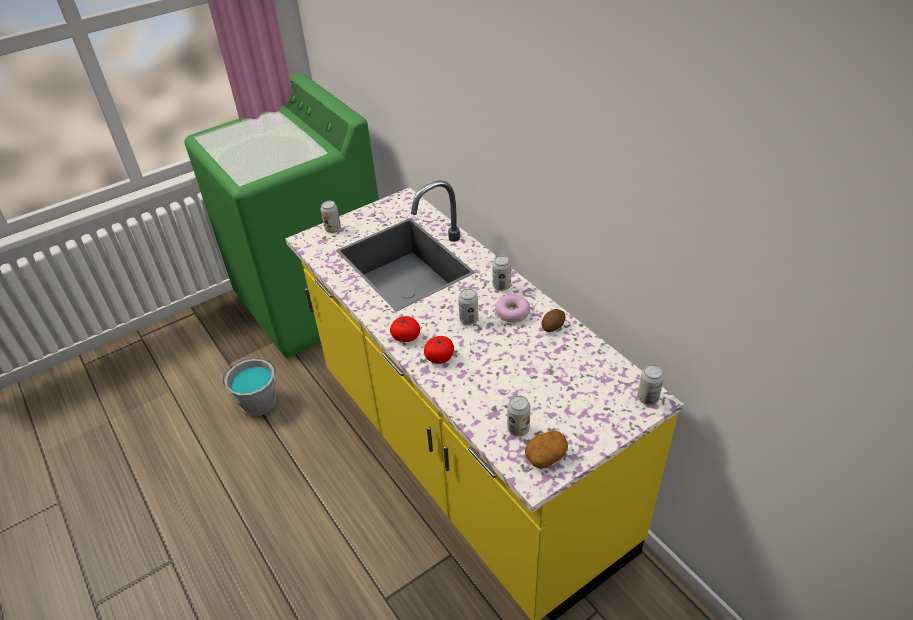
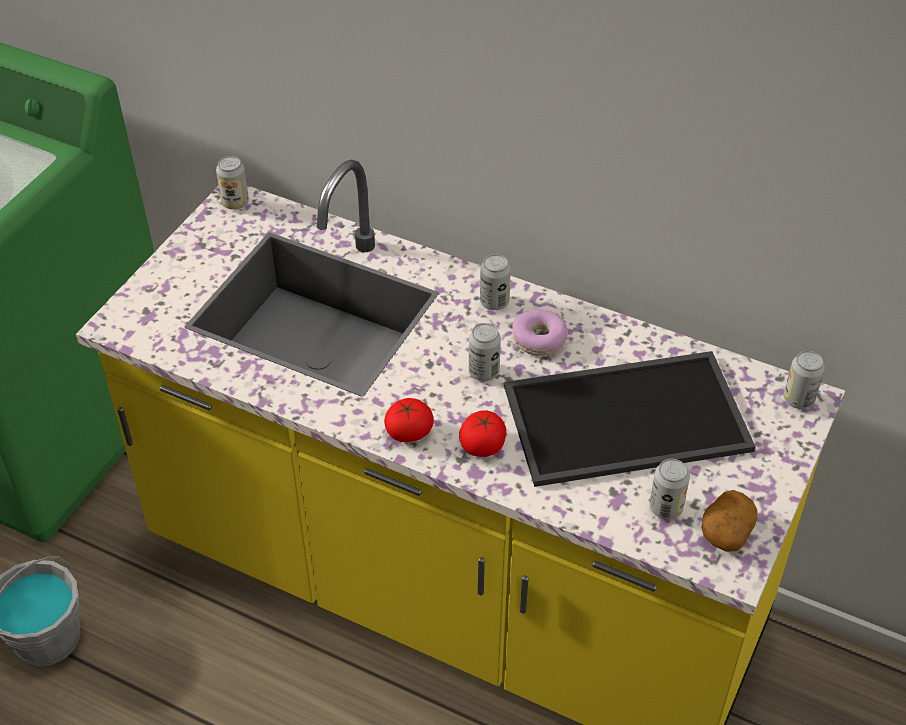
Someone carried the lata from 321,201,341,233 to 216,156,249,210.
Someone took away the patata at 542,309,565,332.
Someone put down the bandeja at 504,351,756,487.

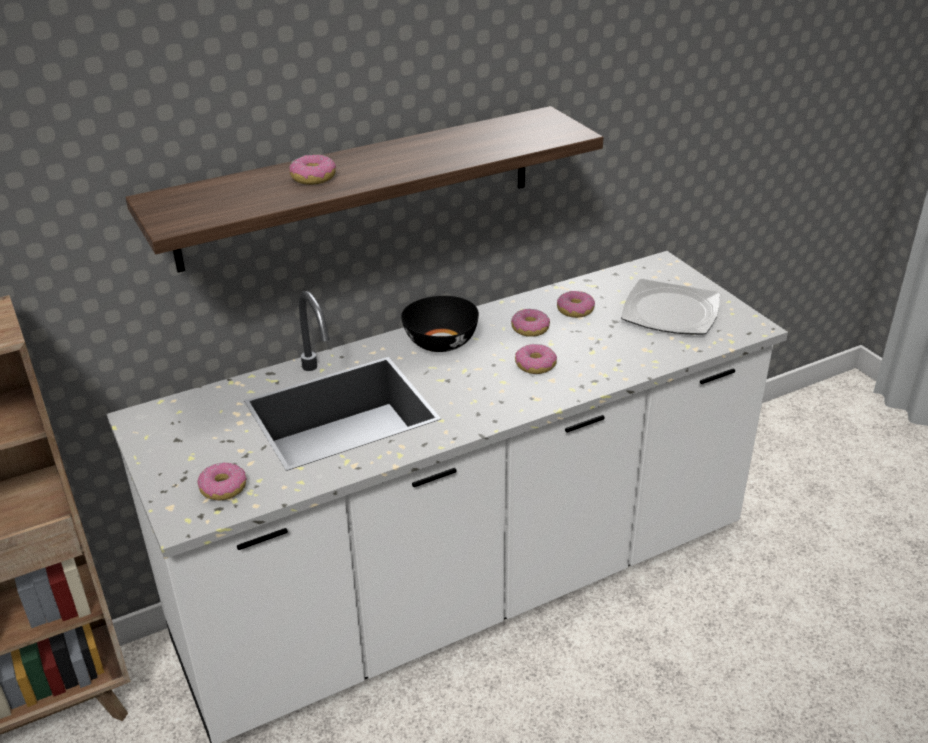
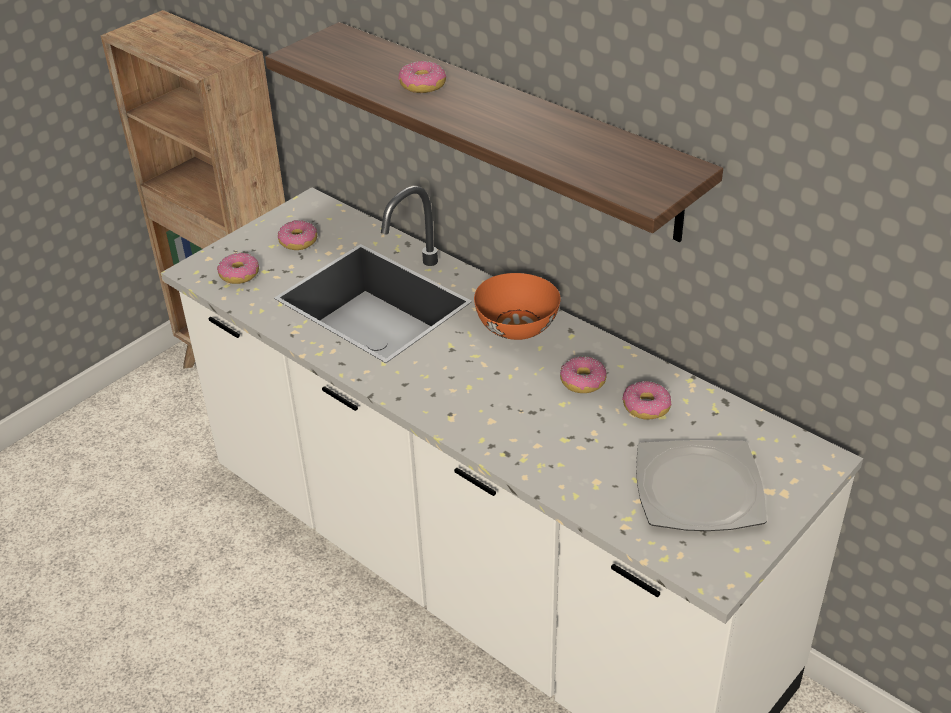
Someone repainted the cuenco [negro] at 401,296,479,352, which became the cuenco [naranja] at 474,273,561,340.
Someone carried the rosquilla from 515,344,557,374 to 278,220,317,250.

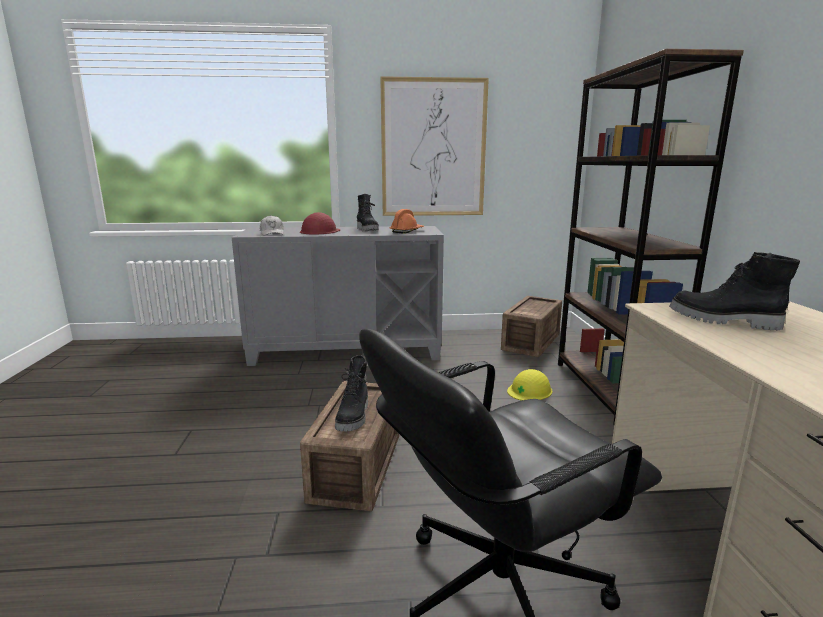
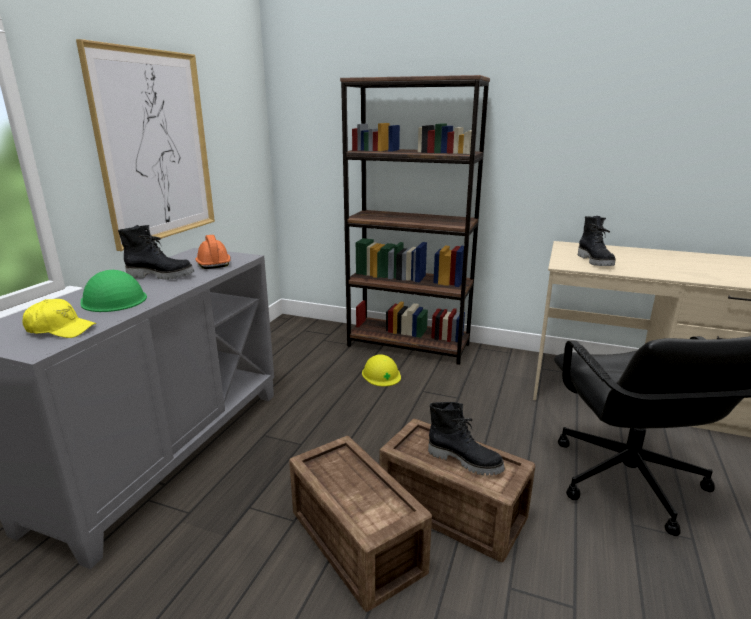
Someone repainted the gorra [blanco] at 260,215,284,236, which became the gorra [amarillo] at 22,299,96,338.
Someone repainted the casco [rojo] at 300,212,340,234, which became the casco [verde] at 81,270,147,312.
Someone carried the caja de embalaje from 501,296,562,357 to 289,436,432,612.
Someone rotated the bota [negro] at 669,252,800,330 by 60 degrees counterclockwise.

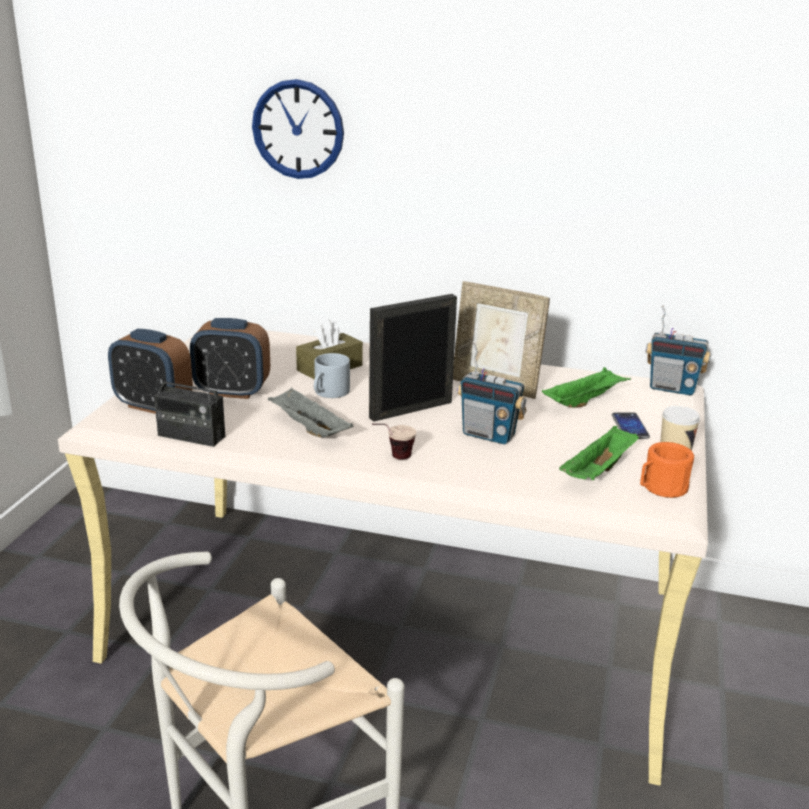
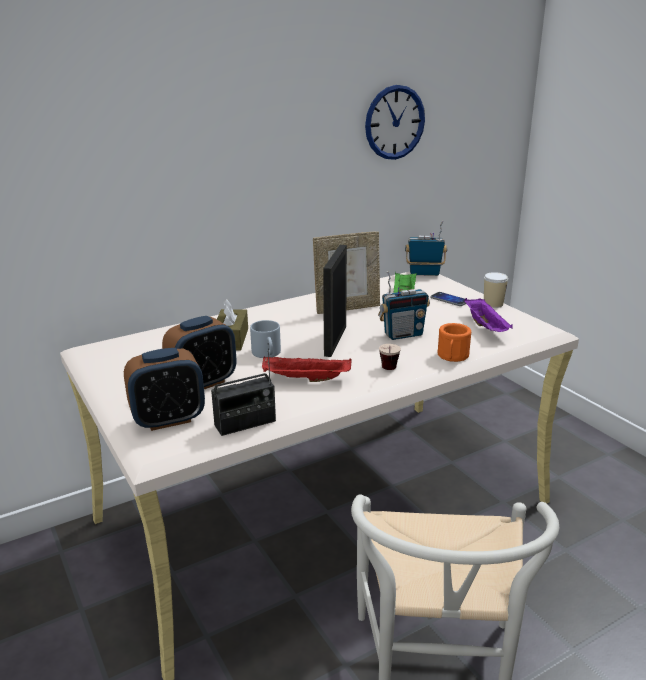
Someone carried the reloj de pared from 252,79,344,179 to 365,85,425,160.
Someone repainted the bandeja [gris] at 268,388,353,438, which became the bandeja [rojo] at 262,356,351,382.
Someone repainted the bandeja [verde] at 559,426,639,480, which became the bandeja [morado] at 464,298,513,332.
Someone carried the taza grande [naranja] from 640,442,694,498 to 438,323,471,362.
Someone rotated the radio at 646,305,711,395 by 150 degrees counterclockwise.

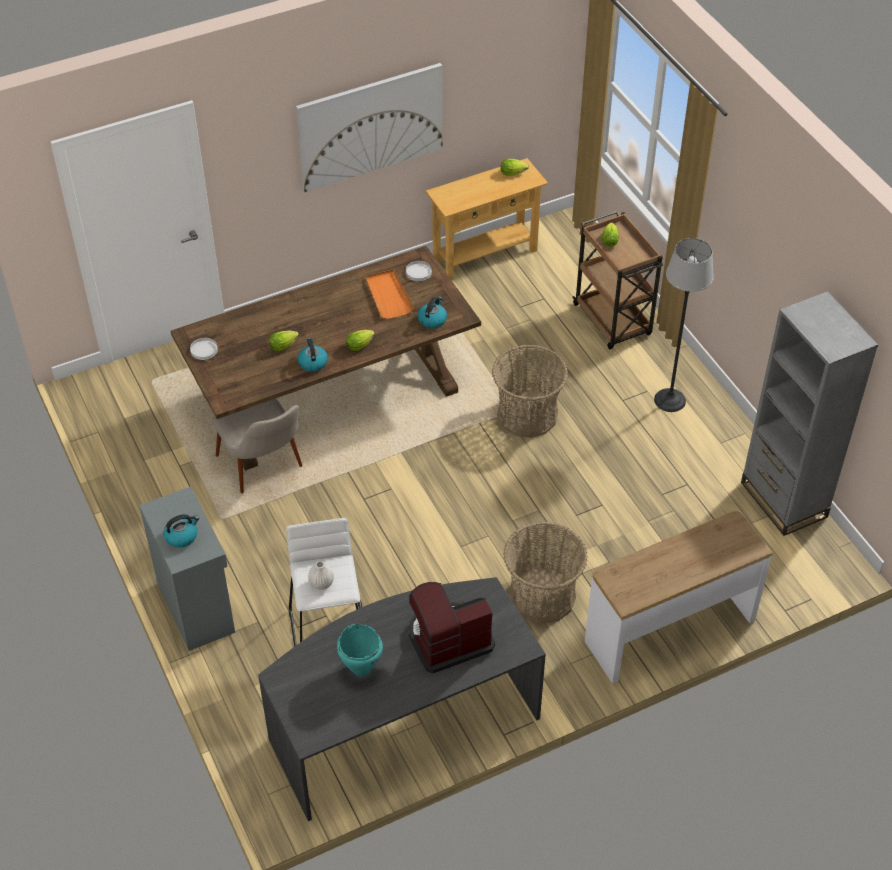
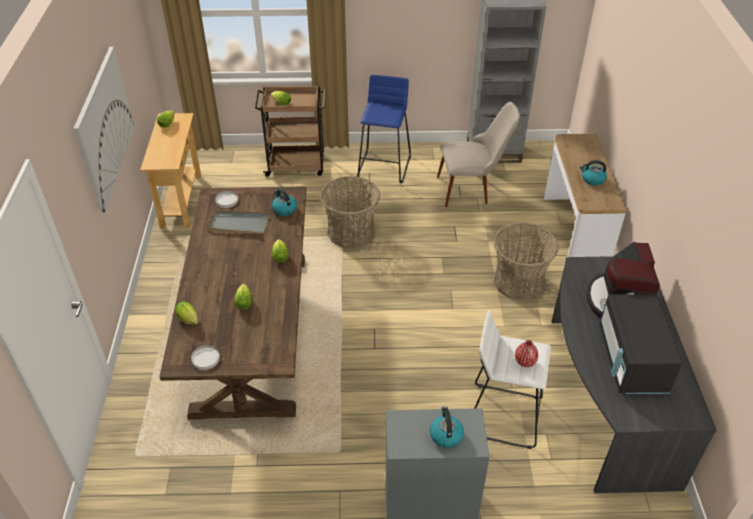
Someone carried the silla [beis] from 212,399,302,493 to 437,102,520,207.
Someone carried the hervidor from 298,338,328,372 to 580,160,607,185.
Someone repainted the florero [blanco] at 308,561,334,590, which became the florero [rojo] at 515,340,538,367.
Someone swapped the olla [turquesa] at 337,624,383,677 for the microondas [negro] at 599,294,682,394.
Someone repainted the bandeja [naranja] at 365,269,414,319, which became the bandeja [gris] at 208,210,269,234.
Someone swapped the lámpara de pie at 654,238,714,412 for the taburete [azul] at 357,75,411,183.
Someone put down the lechuga at 175,302,198,325.

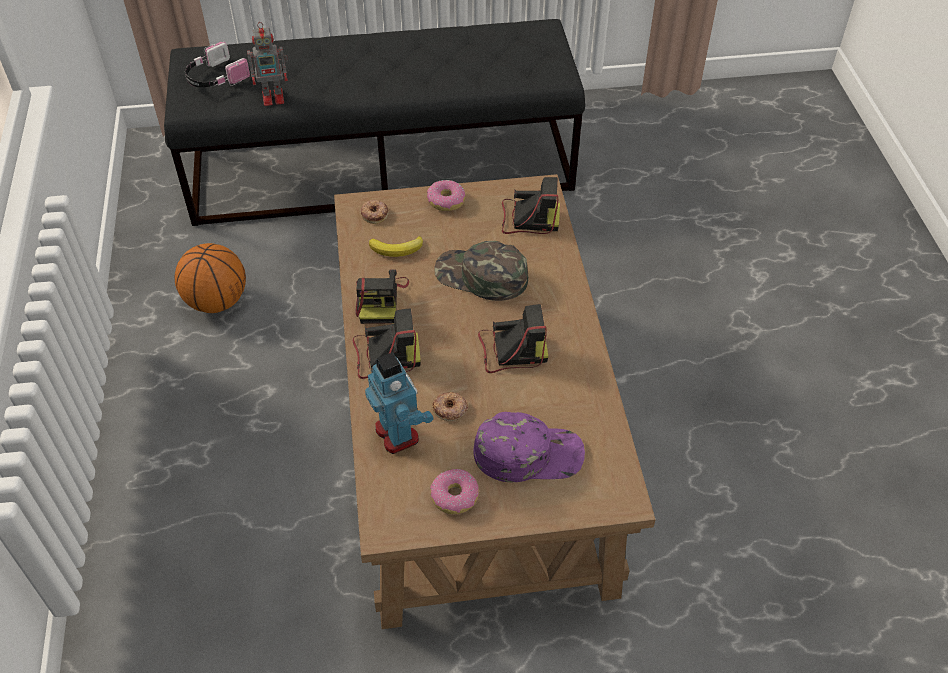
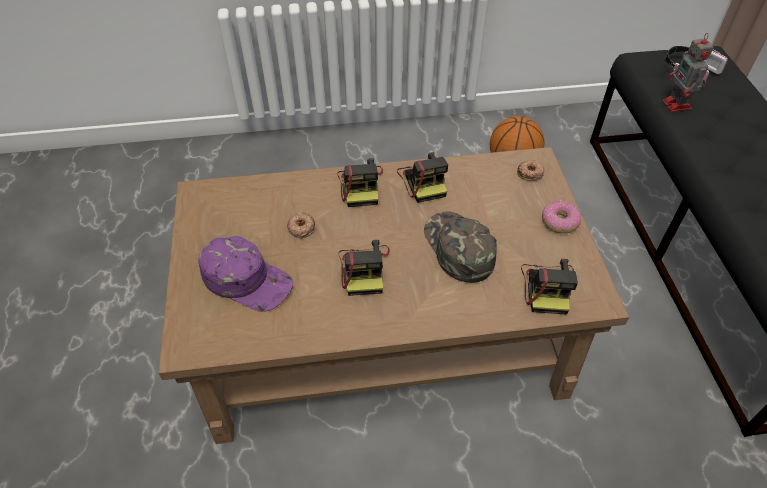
Someone rotated the cámara at 355,269,409,324 by 105 degrees counterclockwise.
Someone took away the robot de juguete at 365,352,434,454.
Someone took away the plátano at 369,236,423,257.
Someone took away the rosquilla at 430,469,479,514.
Someone rotated the gorra [verde] at 434,241,528,301 by 45 degrees counterclockwise.
Someone rotated the gorra [morado] at 474,412,585,482 by 60 degrees counterclockwise.

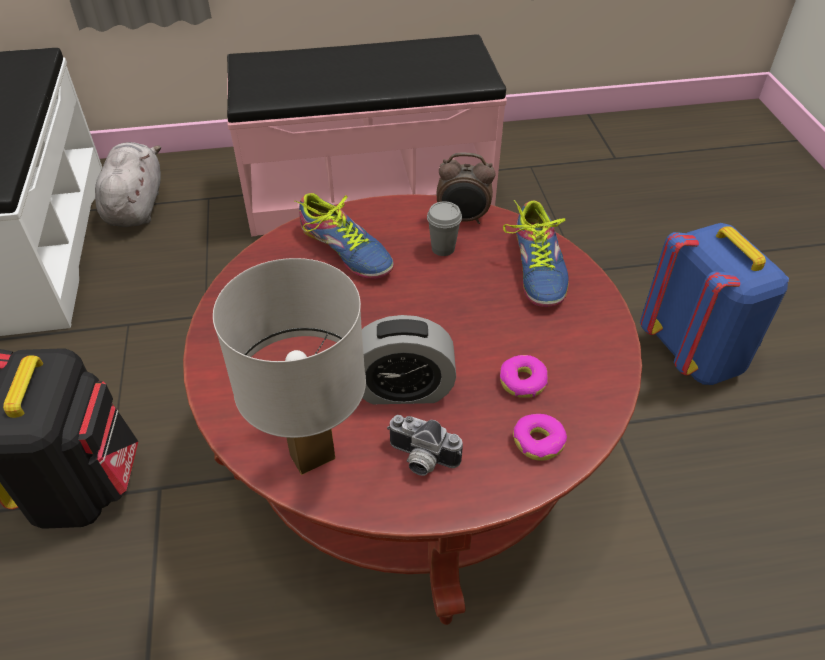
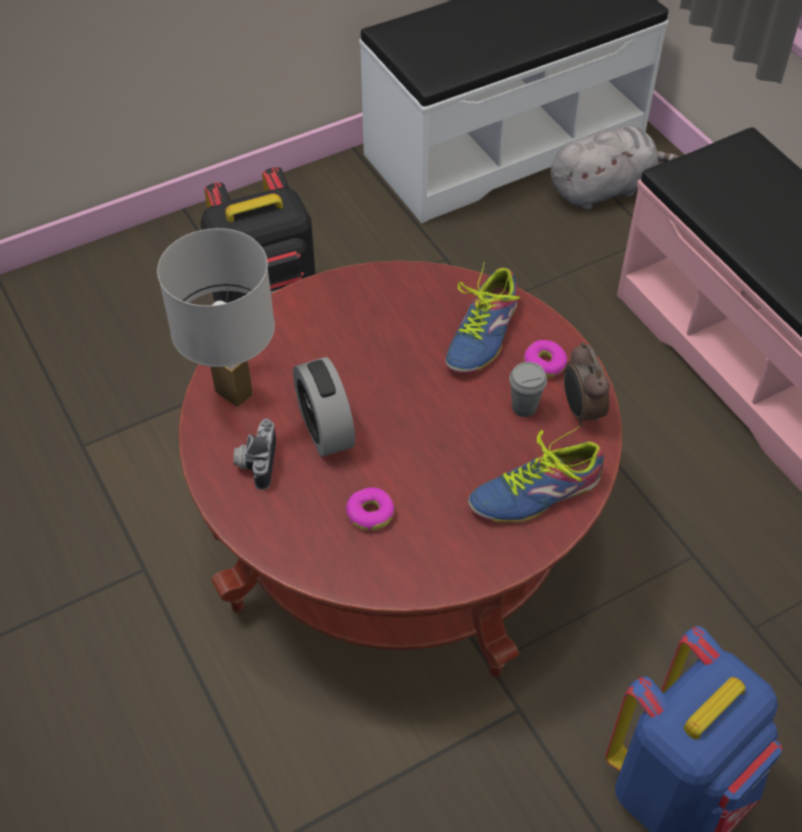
Someone carried the rosquilla from 513,414,567,461 to 524,340,567,378.

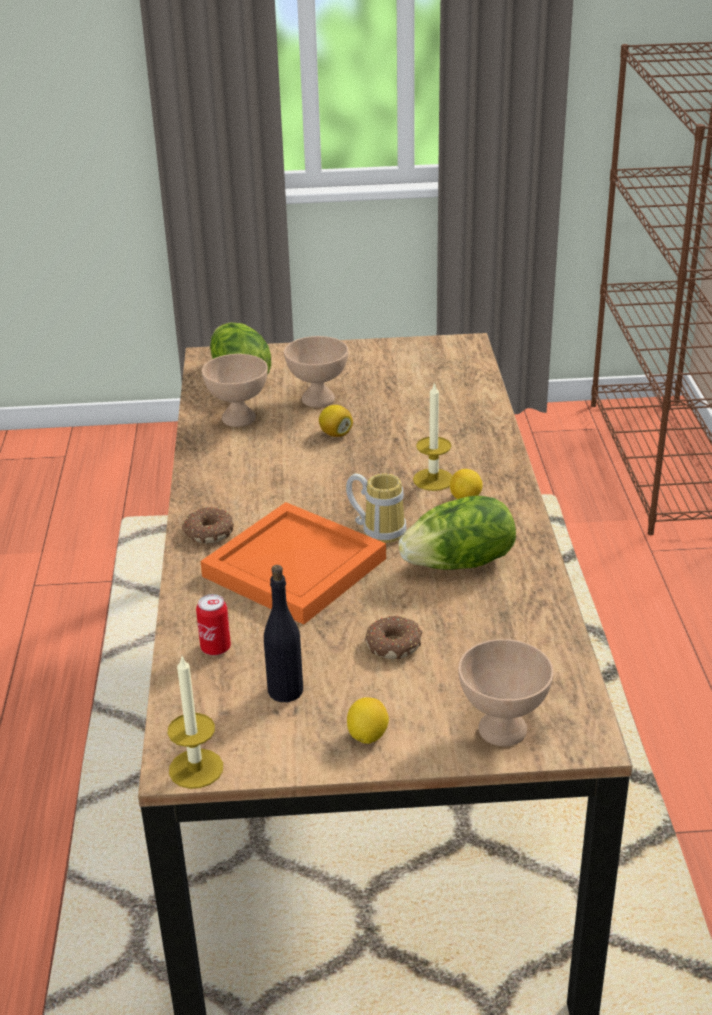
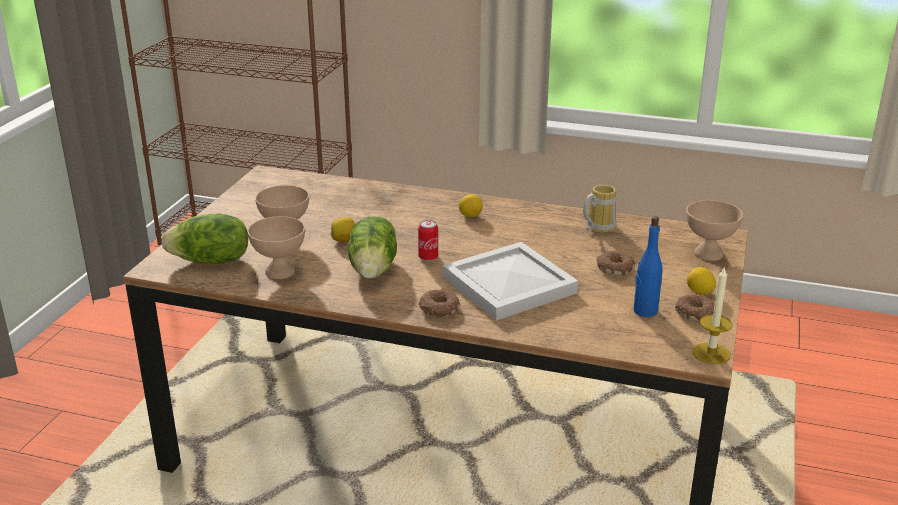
Someone carried the lata from 196,594,231,655 to 418,220,438,261.
Someone repainted the bandeja [naranja] at 200,502,386,625, which became the bandeja [blanco] at 443,242,578,321.
Someone repainted the botella [negro] at 264,565,303,702, which became the botella [azul] at 633,216,663,317.
Someone carried the taza grande from 346,473,406,543 to 583,185,617,233.
Someone carried the lechuga from 398,496,516,570 to 348,216,397,279.
Someone took away the vela at 413,382,452,491.
Someone put down the rosquilla at 675,294,715,322.

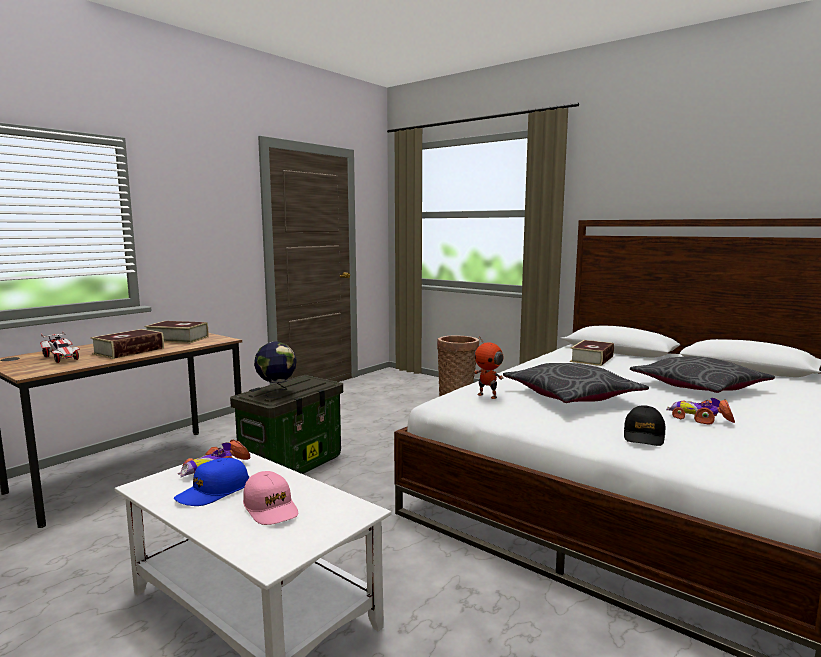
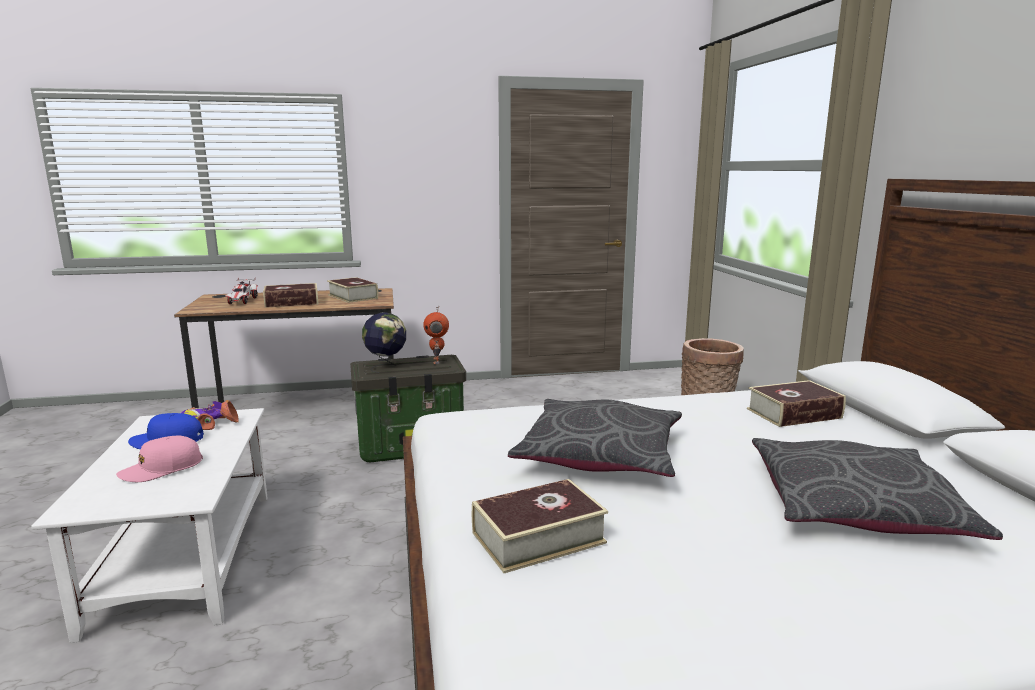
Someone rotated the gorra [rosa] at 243,471,298,525 by 45 degrees clockwise.
Someone carried the robot de juguete from 474,336,504,399 to 423,307,449,364.
Someone swapped the gorra [negro] at 624,405,665,446 for the libro at 472,479,608,573.
Someone took away the coche de juguete at 666,398,735,425.

